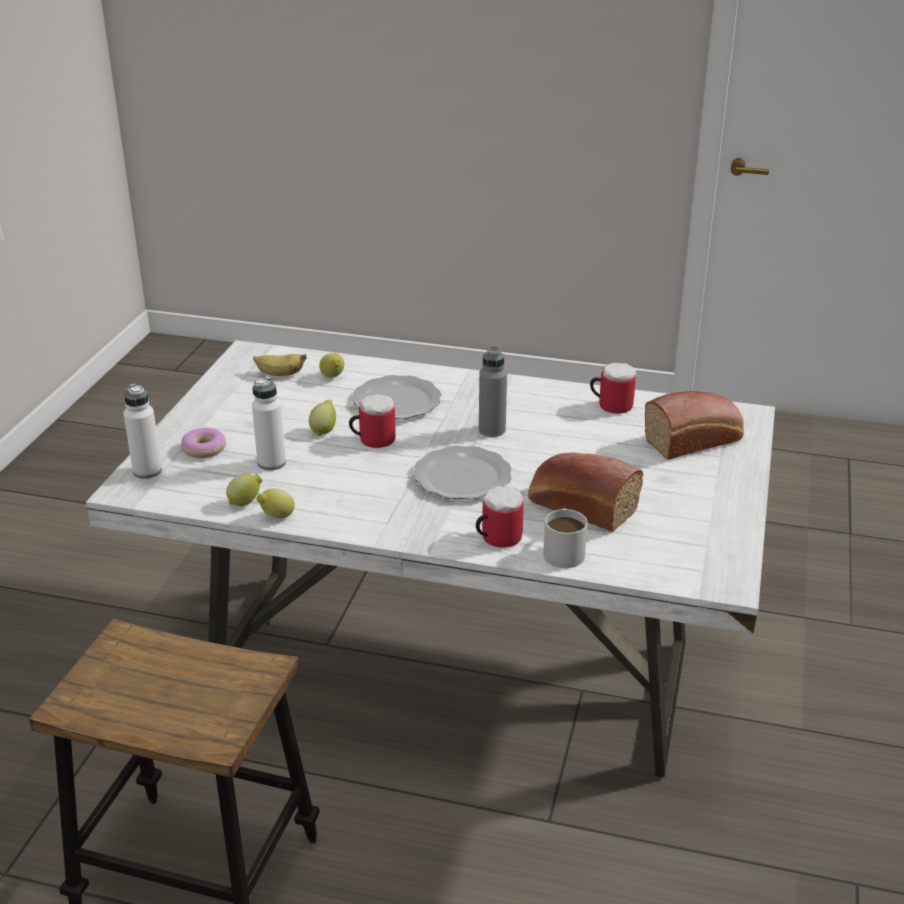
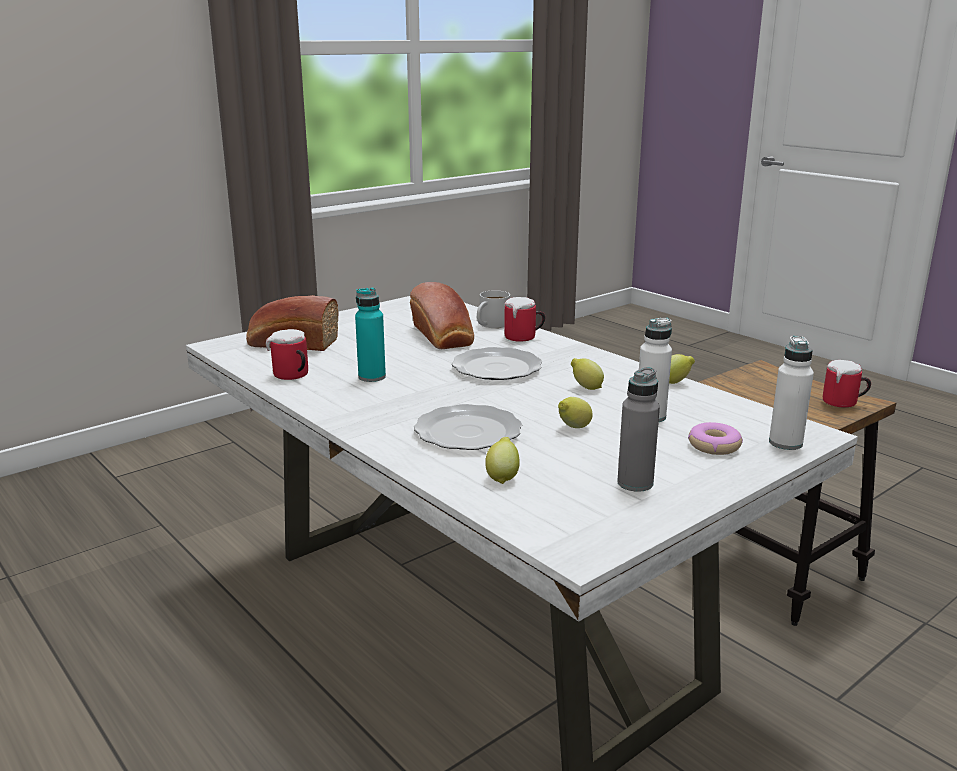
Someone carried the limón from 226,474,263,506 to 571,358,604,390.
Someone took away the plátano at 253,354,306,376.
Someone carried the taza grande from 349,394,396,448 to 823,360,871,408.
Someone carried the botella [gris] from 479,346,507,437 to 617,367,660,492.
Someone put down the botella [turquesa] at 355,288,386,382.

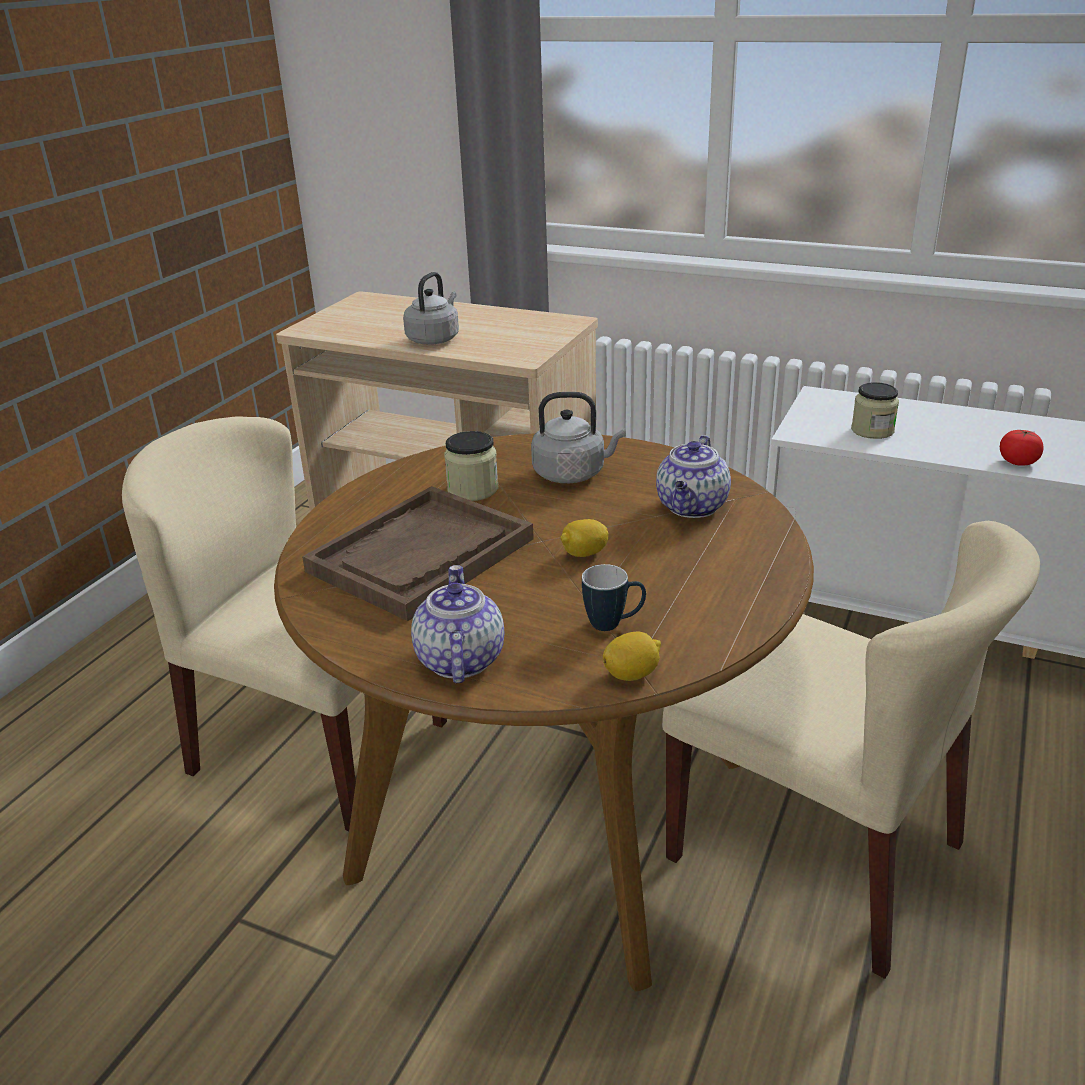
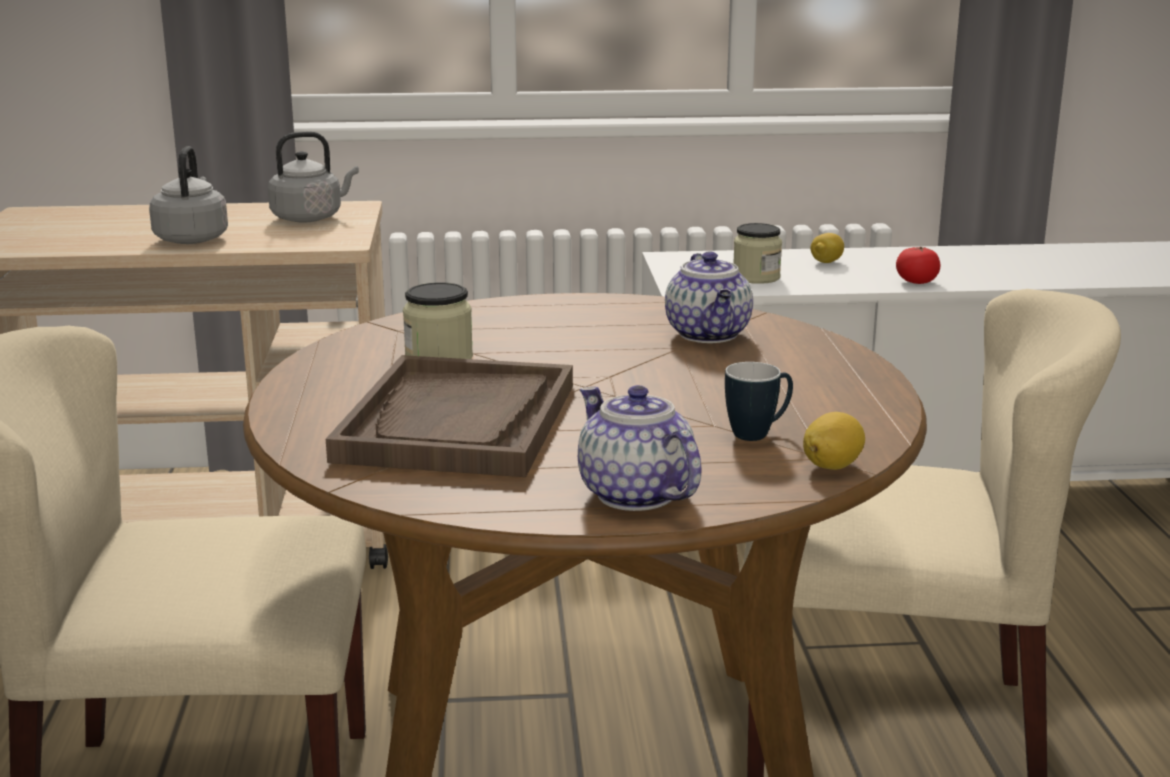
Someone carried the hervidor [gris] from 531,392,626,483 to 268,131,359,223.
Someone carried the limón from 561,519,609,557 to 810,233,844,263.

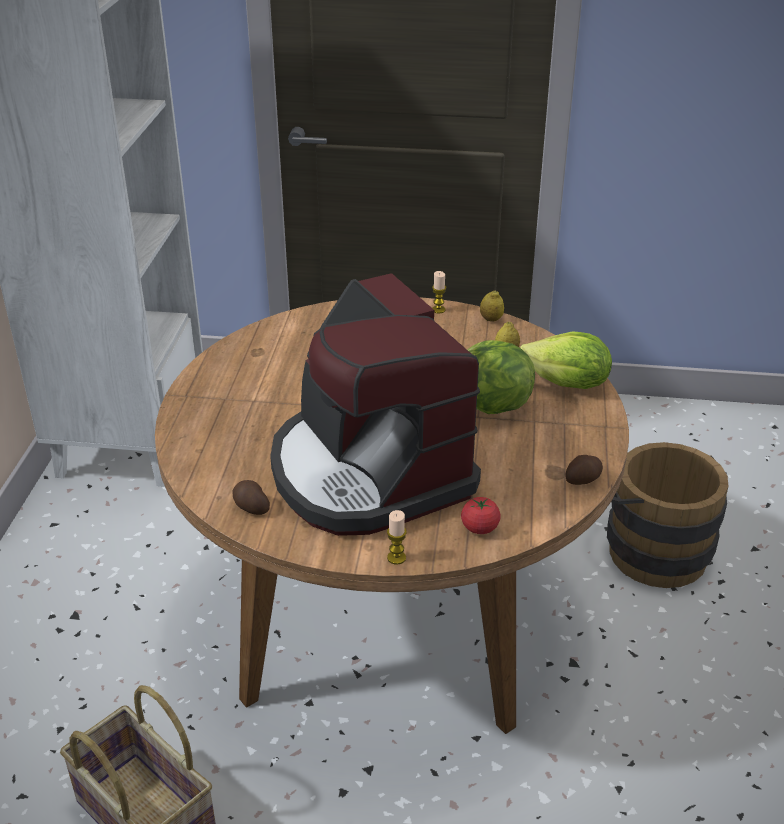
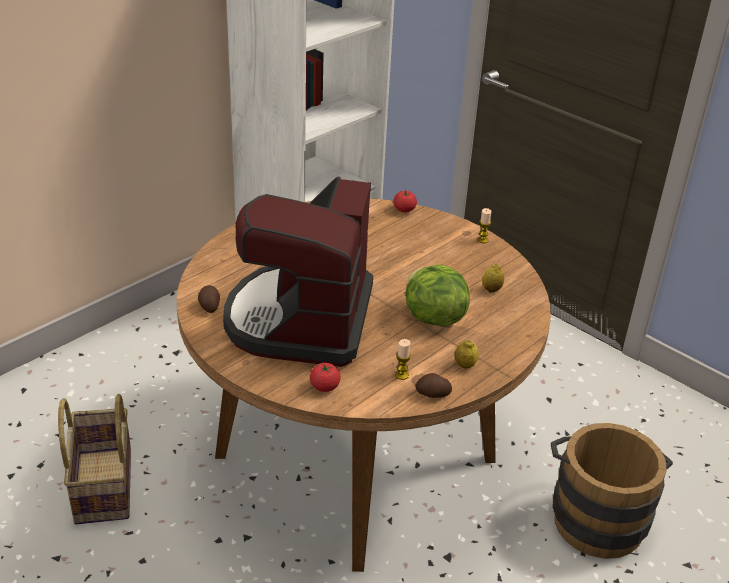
Someone carried the vela from 387,510,407,565 to 395,339,411,380.
Someone carried the limón from 480,290,504,321 to 455,340,479,368.
Someone took away the lechuga at 520,331,612,389.
Someone put down the tomate at 393,189,417,213.

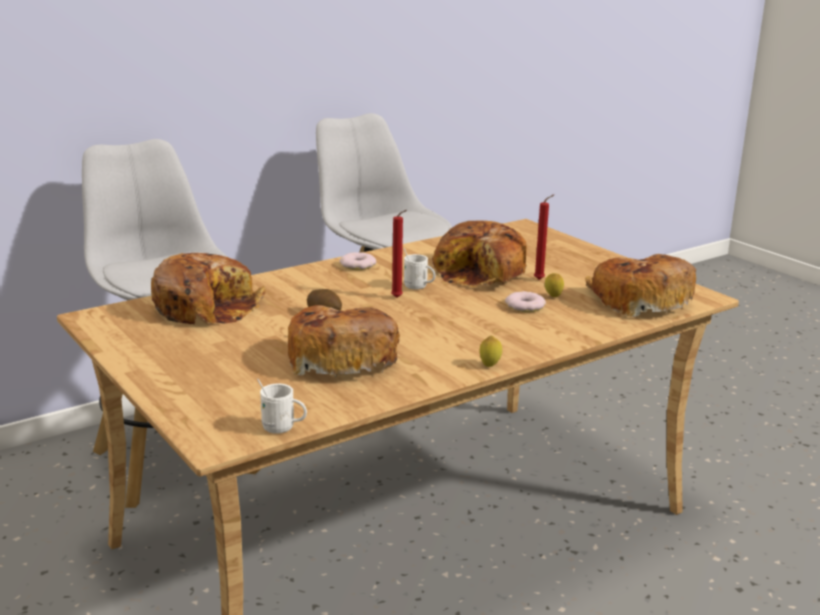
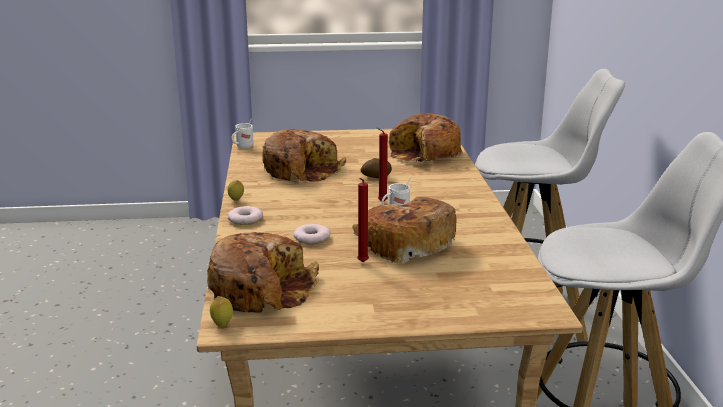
Someone carried the rosquilla from 340,252,376,270 to 228,206,263,225.
Someone carried the limón from 545,273,564,297 to 210,296,233,327.

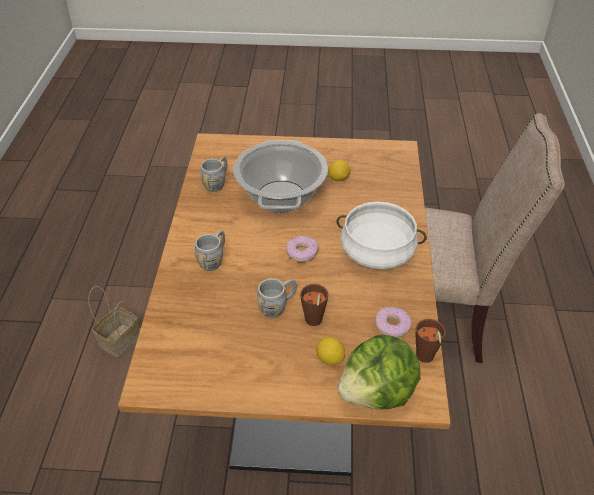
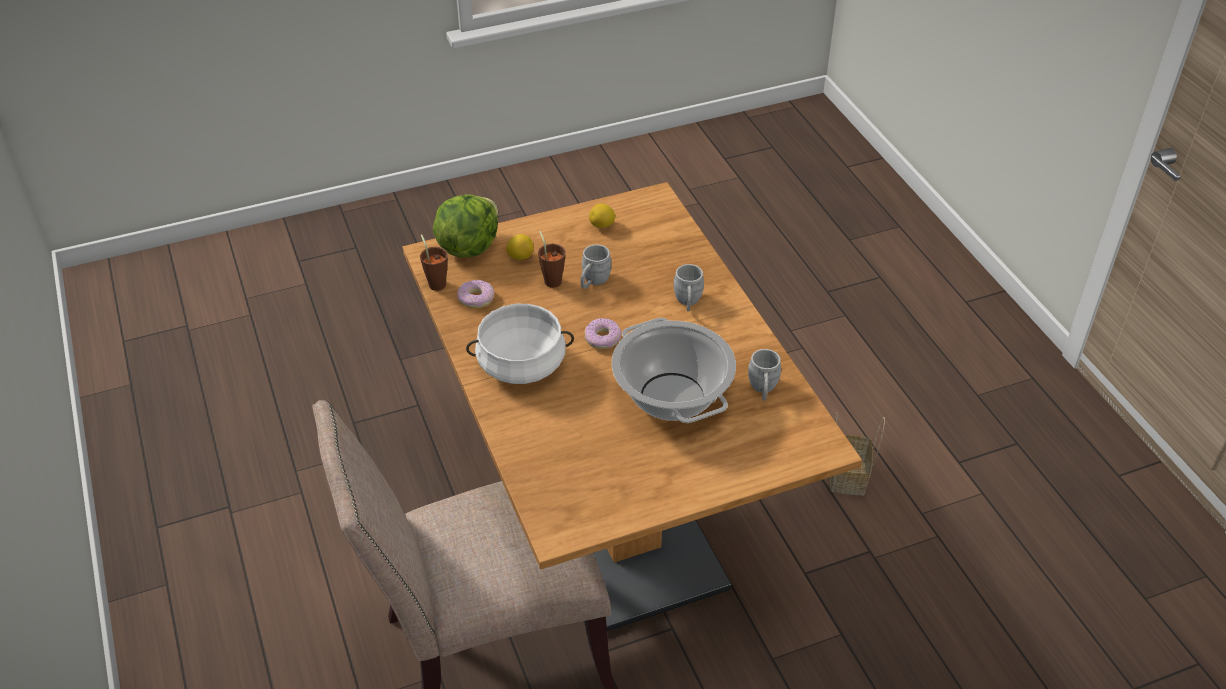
Someone carried the limón from 328,160,351,181 to 589,203,615,228.

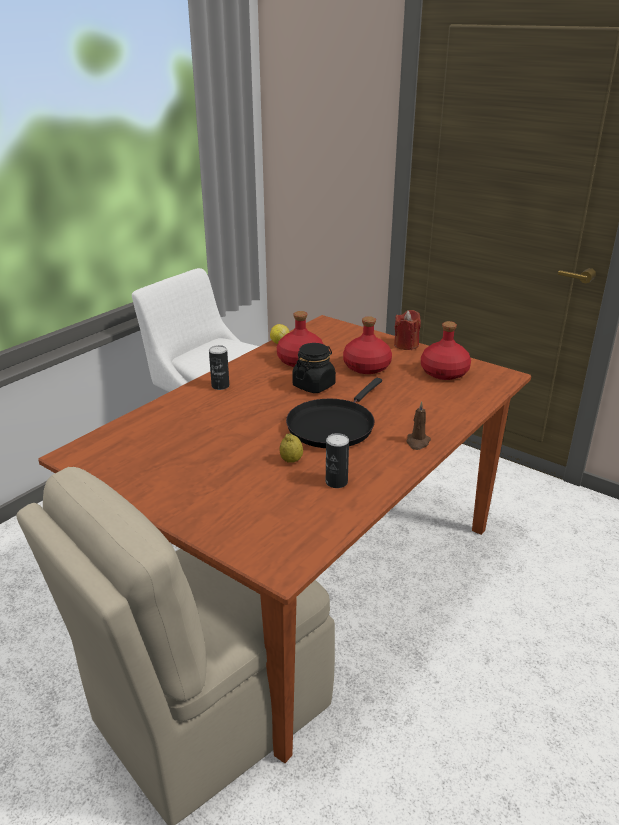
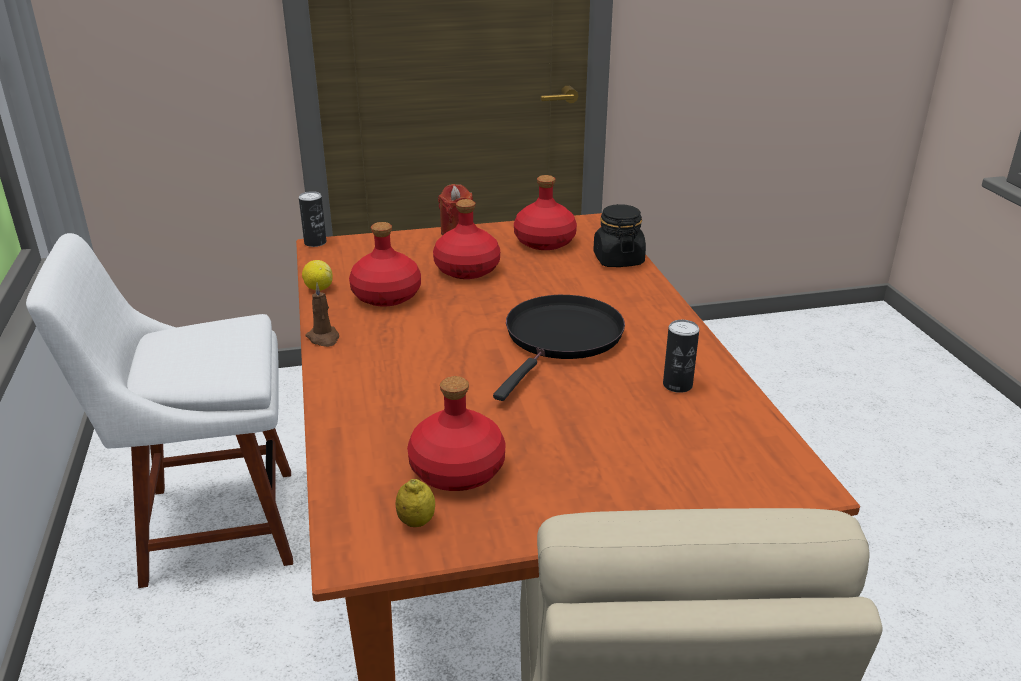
Someone carried the lata from 209,345,229,390 to 299,191,326,247.
Someone carried the limón from 279,433,303,463 to 396,479,435,527.
Someone rotated the sartén [negro] at 286,378,382,448 by 135 degrees counterclockwise.
Someone carried the tarro [negro] from 292,343,336,393 to 593,204,646,267.
Someone carried the vela [marrón] from 406,401,431,450 to 305,283,339,347.
Someone put down the botella [rojo] at 407,376,506,491.

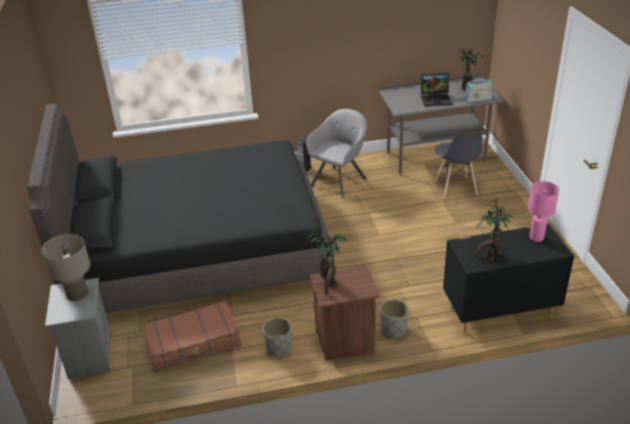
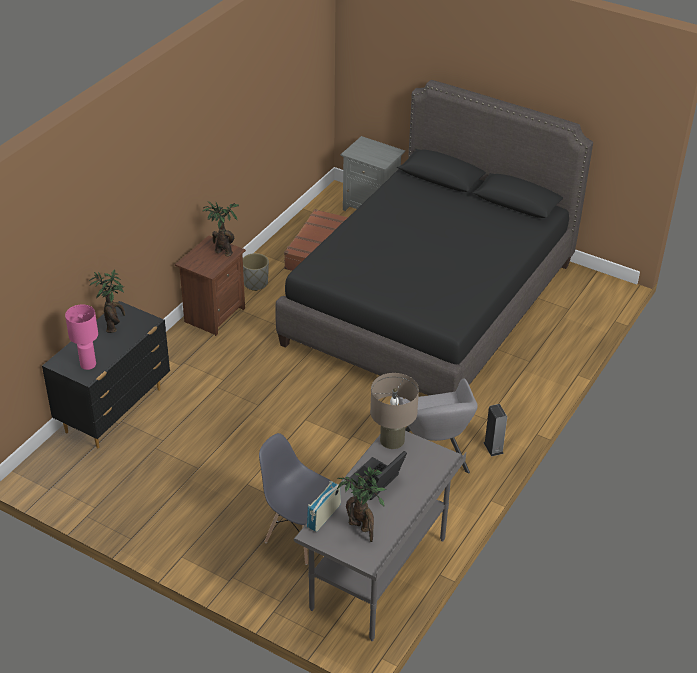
Someone carried the lámpara de mesa [beis] from 41,234,90,301 to 370,373,419,449.
Someone took away the maceta [gris] at 380,299,409,338.

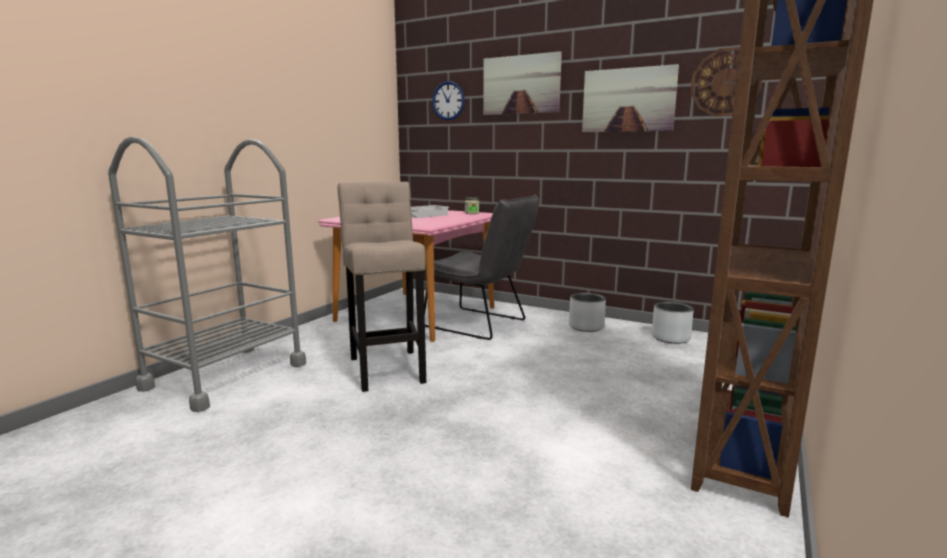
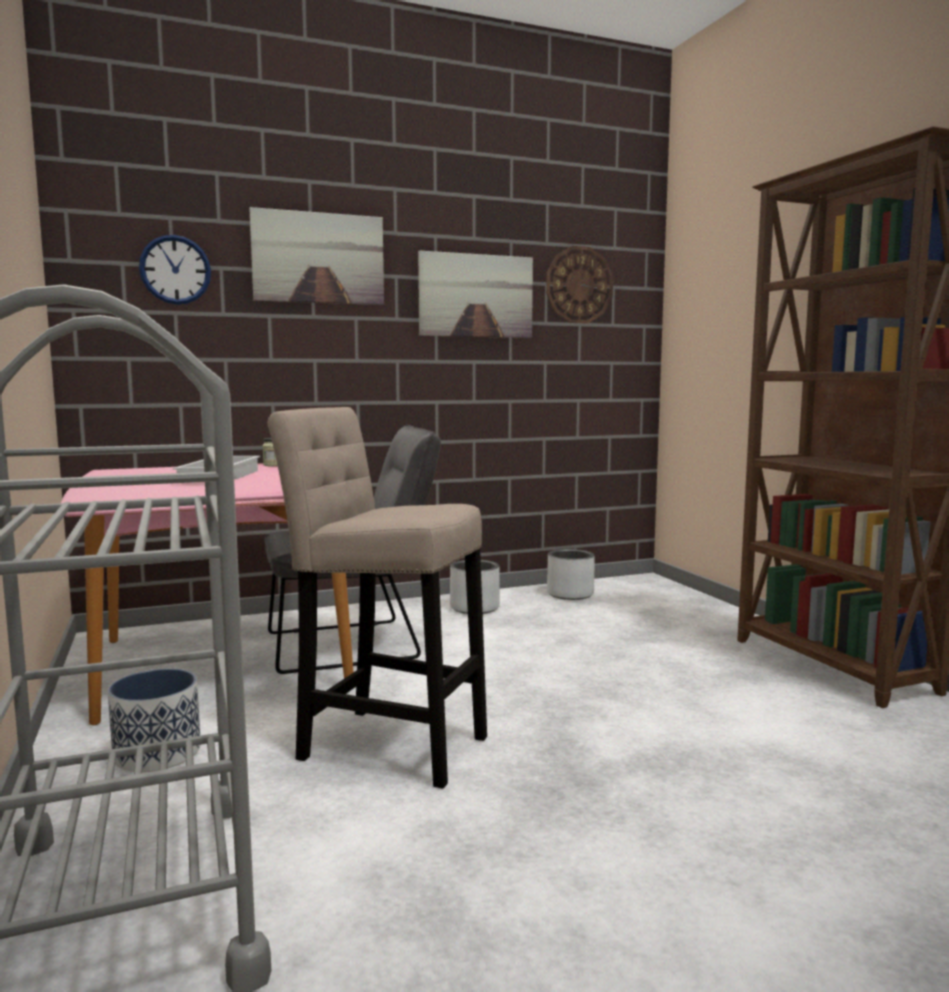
Someone put down the maceta at 108,669,200,772.

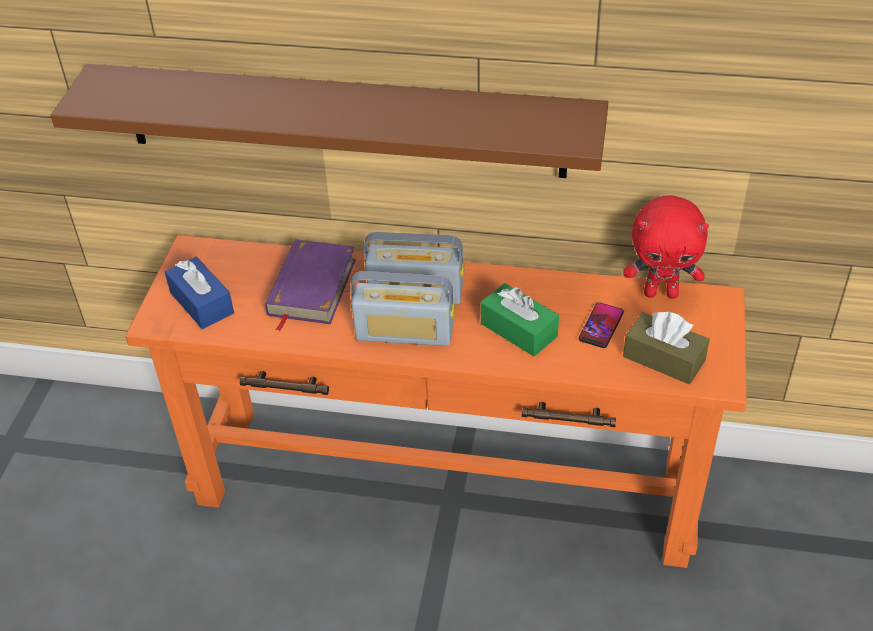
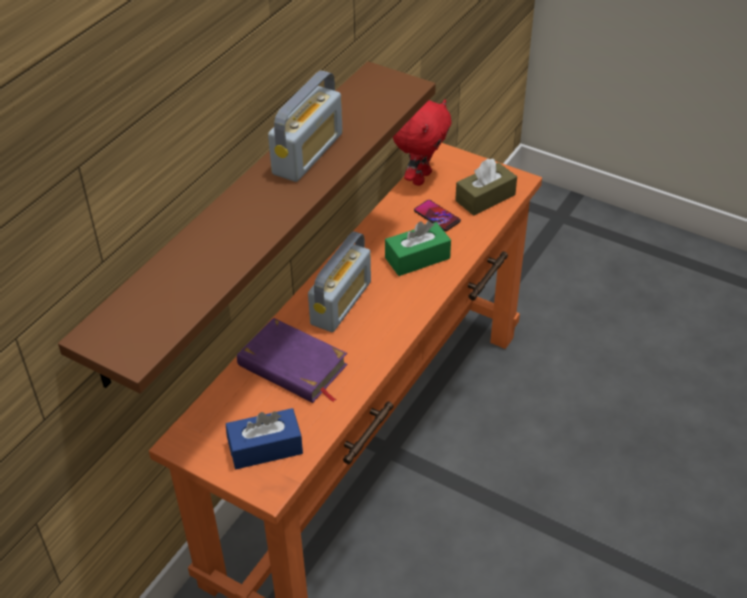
Someone carried the radio from 350,271,455,346 to 268,70,343,182.

